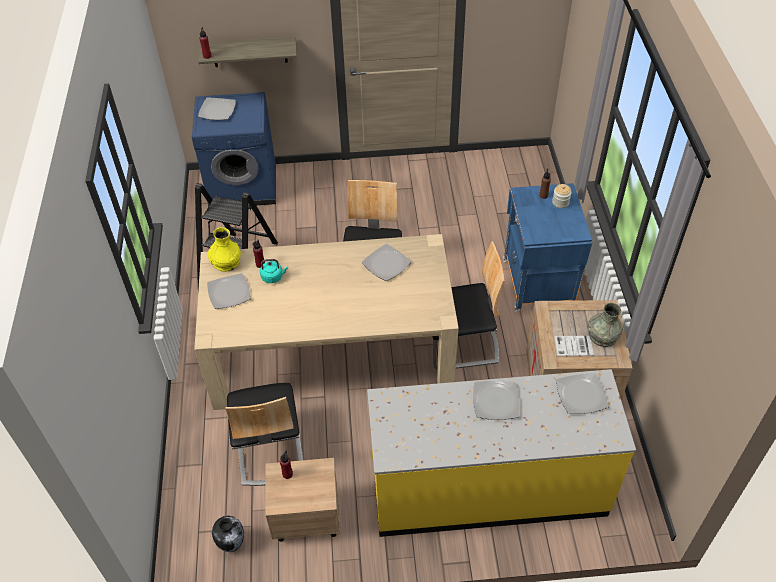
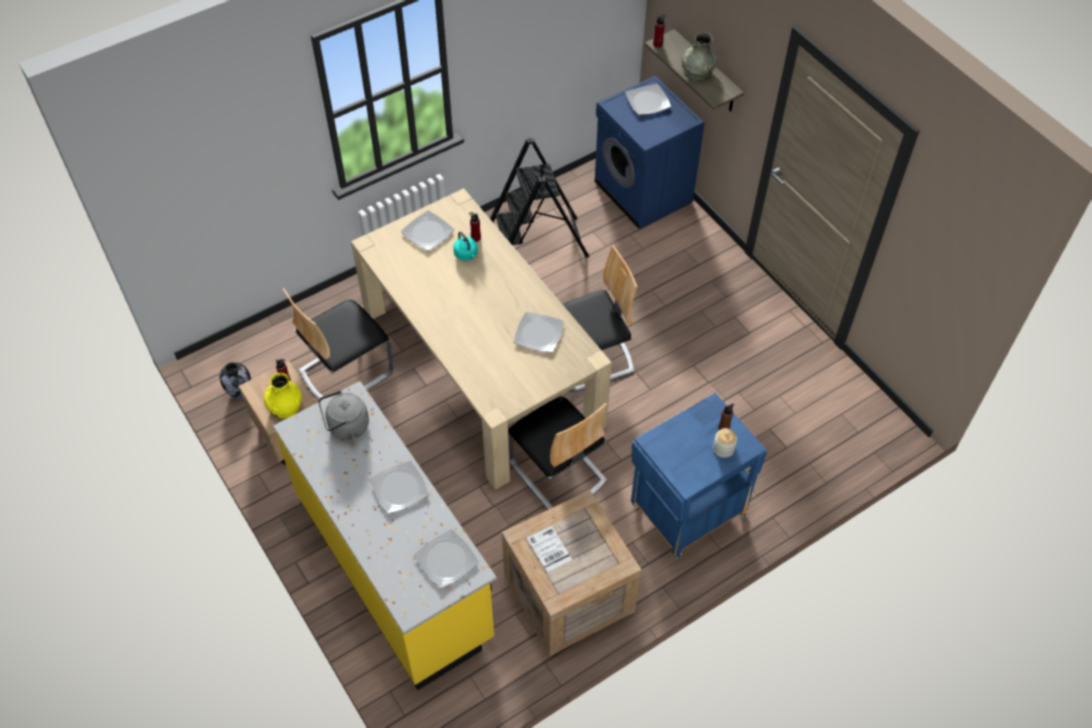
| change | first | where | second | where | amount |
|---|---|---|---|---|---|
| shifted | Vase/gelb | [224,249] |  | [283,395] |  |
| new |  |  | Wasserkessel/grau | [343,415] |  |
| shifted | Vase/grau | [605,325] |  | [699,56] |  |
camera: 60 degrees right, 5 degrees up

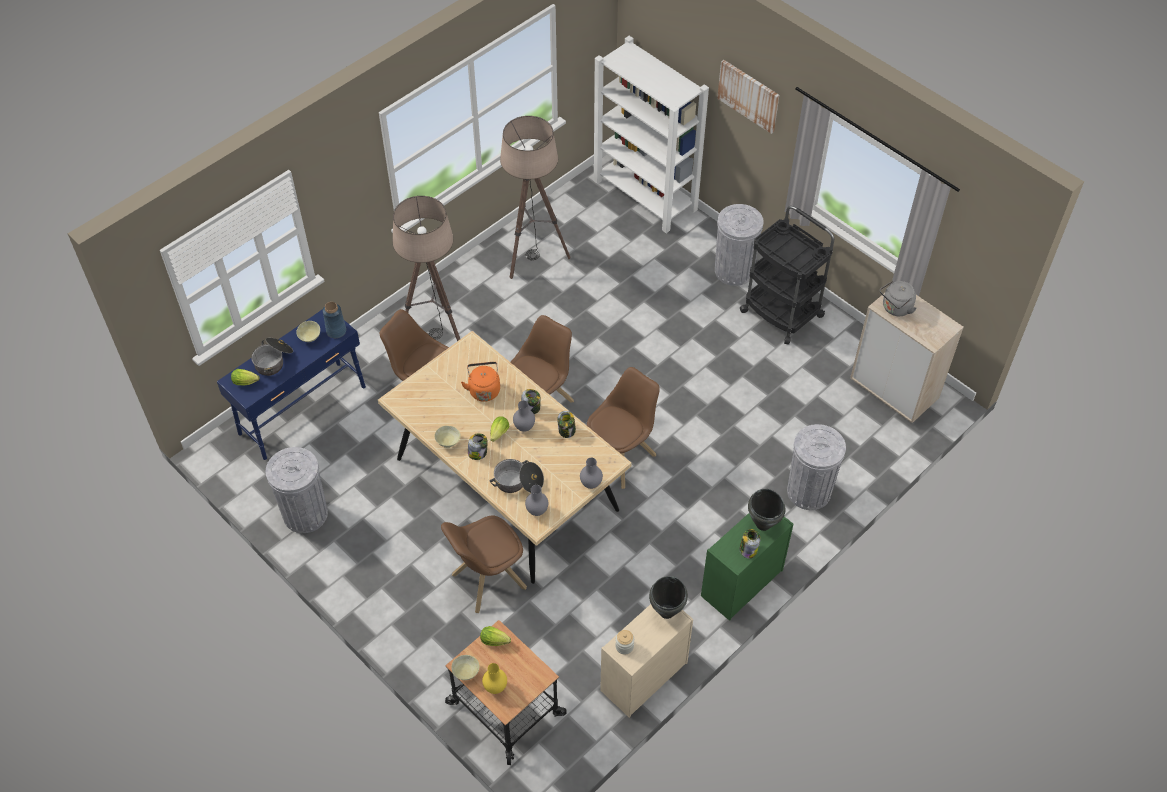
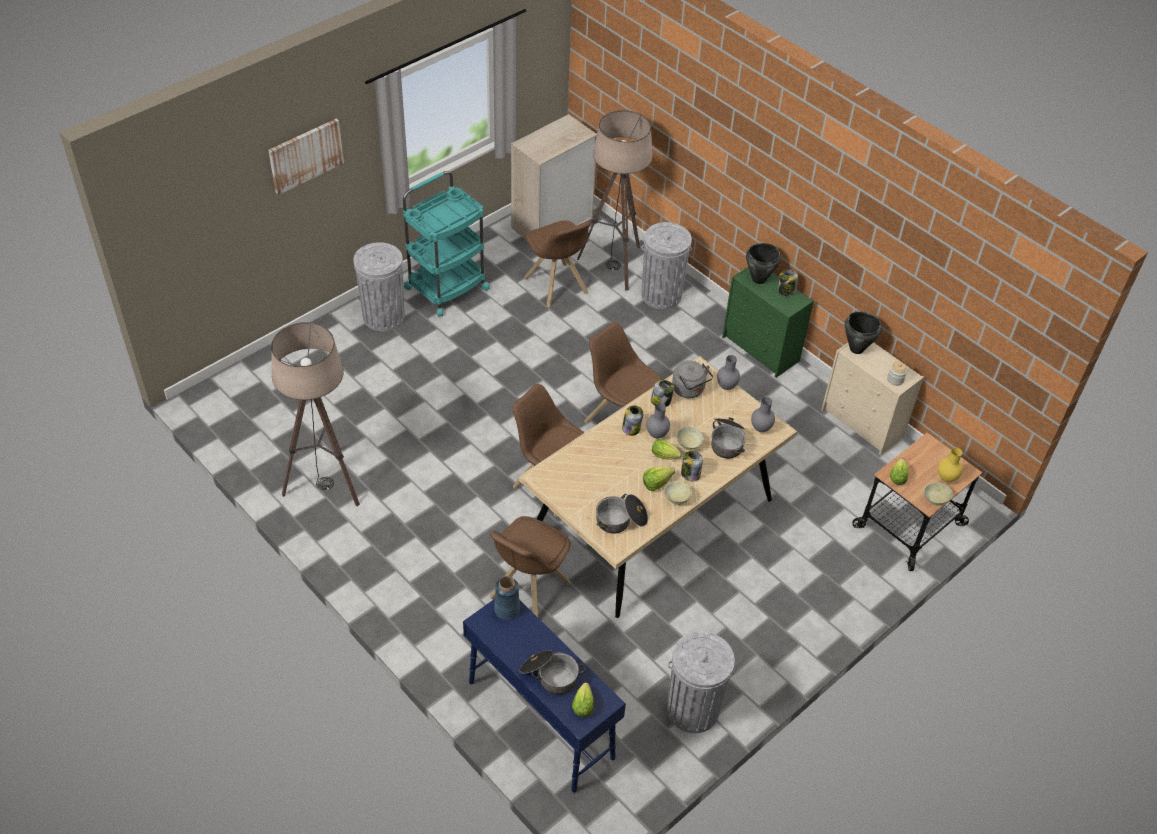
| change | first | where | second | where | amount |
|---|---|---|---|---|---|
| repainted | Rollwagen/schwarz | [787,275] | Rollwagen/türkis | [446,244] |  |
| shifted | Stuhl/braun | [484,564] |  | [556,264] |  |
| shifted | Stehlampe | [426,268] |  | [615,200] |  |
| new |  |  | Kochtopf | [622,514] |  |
| new |  |  | Salatkopf | [659,478] |  |
| shifted | Wasserkessel/grau | [898,298] |  | [692,379] |  |
| shifted | Schüssel/beige | [308,331] |  | [690,438] |  |
| gone | Wasserkessel/orange | [480,382] |  |  |  |
| gone | Bücherregal/weiß | [651,134] |  |  |  |
camera: 90 degrees left, 5 degrees down

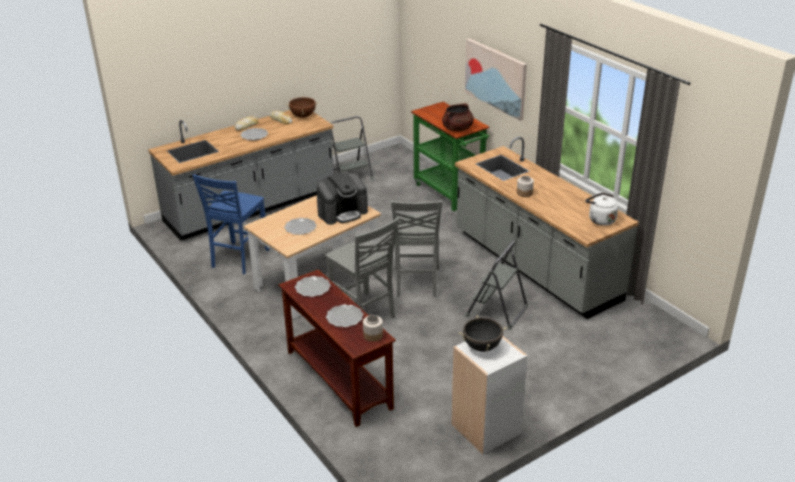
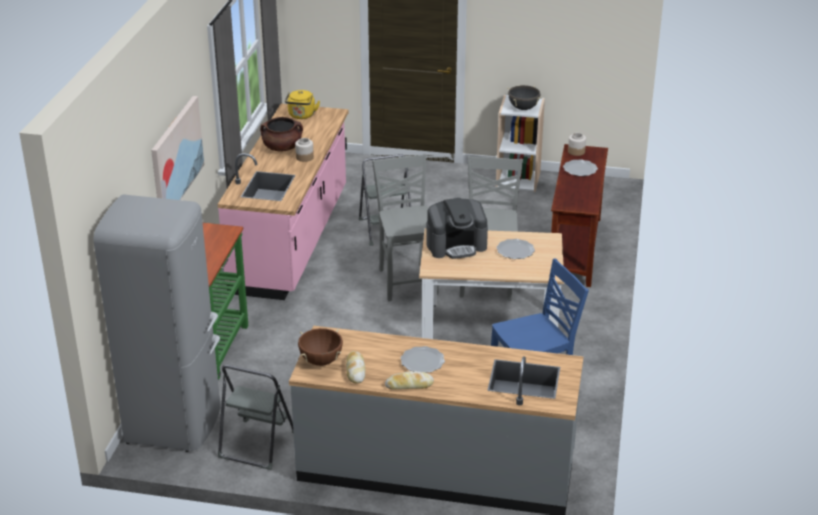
| change | first | where | second | where | amount |
|---|---|---|---|---|---|
| new |  |  | Kühlschrank/grau | [157,323] |  |
| repainted | Küchenzeile/grau | [547,228] | Küchenzeile/rosa | [283,202] |  |
| shifted | Kochtopf/braun | [458,117] |  | [281,134] |  |
| repainted | Wasserkessel/weiß | [601,209] | Wasserkessel/gelb | [302,104] |  |
| rotated | Stuhl/grau | [416,248] |  | [405,227] | 60 degrees counterclockwise |
| rotated | Kaffeemaschine | [342,199] |  | [457,228] | 150 degrees clockwise |
| gone | Teller | [313,286] |  |  |  |
camera: 135 degrees left, 0 degrees up

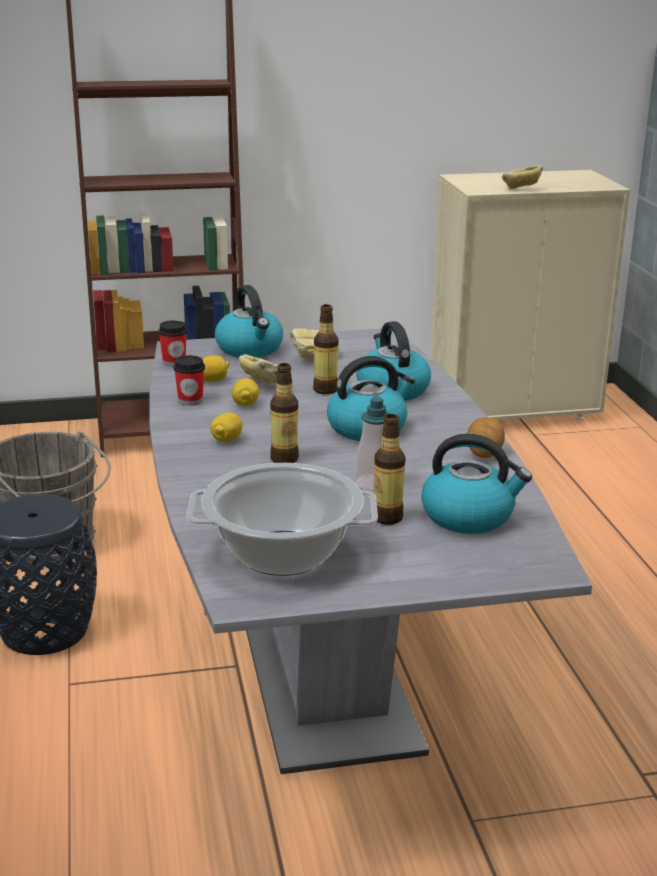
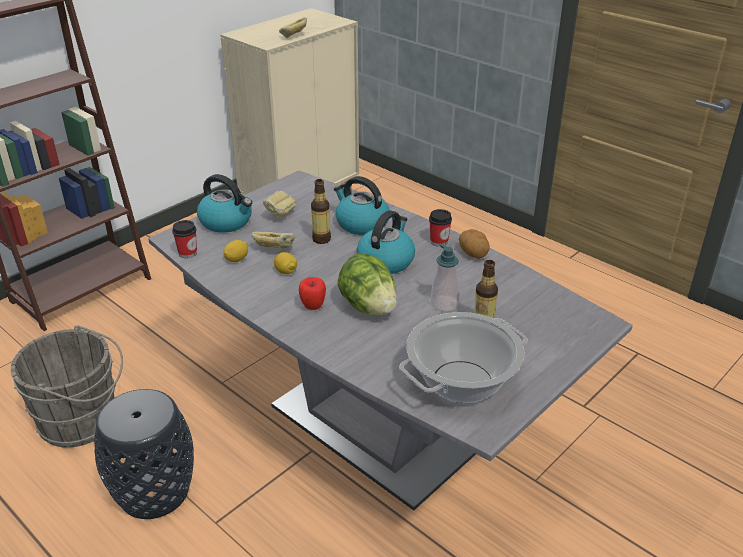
| change | first | where | second | where | amount |
|---|---|---|---|---|---|
| swapped | Zitrone | [226,427] | Apfel | [312,293] |  |
| swapped | Flasche | [284,413] | Salatkopf | [367,284] |  |
| shifted | Tasse | [189,380] |  | [440,228] |  |
| gone | Wasserkessel | [476,484] |  |  |  |
camera: 35 degrees left, 10 degrees up

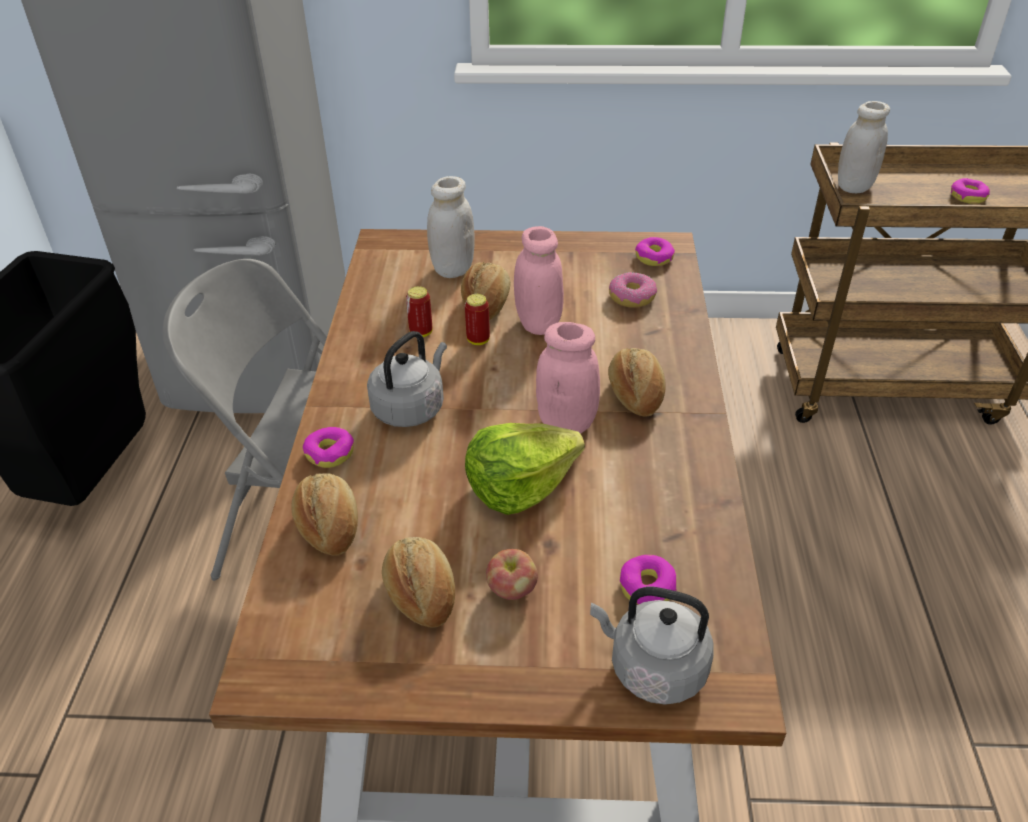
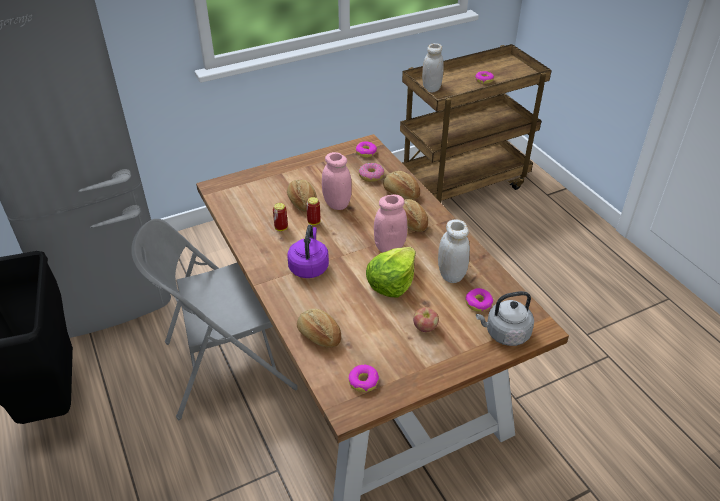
| change | first | where | second | where | amount |
|---|---|---|---|---|---|
| repainted | Wasserkessel/grau | [407,379] | Wasserkessel/lila | [308,251] |  |
| shifted | Donut | [328,447] |  | [364,378] |  |
| shifted | Brot | [418,582] |  | [401,185] |  |
| shifted | Vorratsglas/weiß | [451,227] |  | [454,251] |  |
camera: 30 degrees left, 0 degrees up

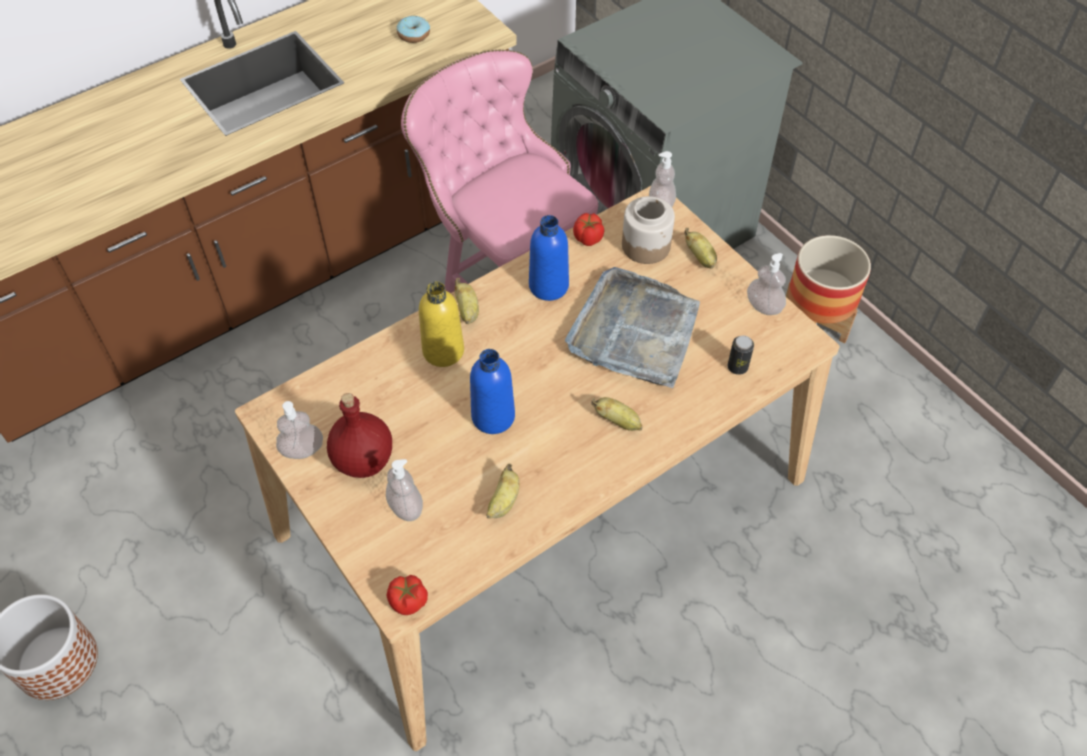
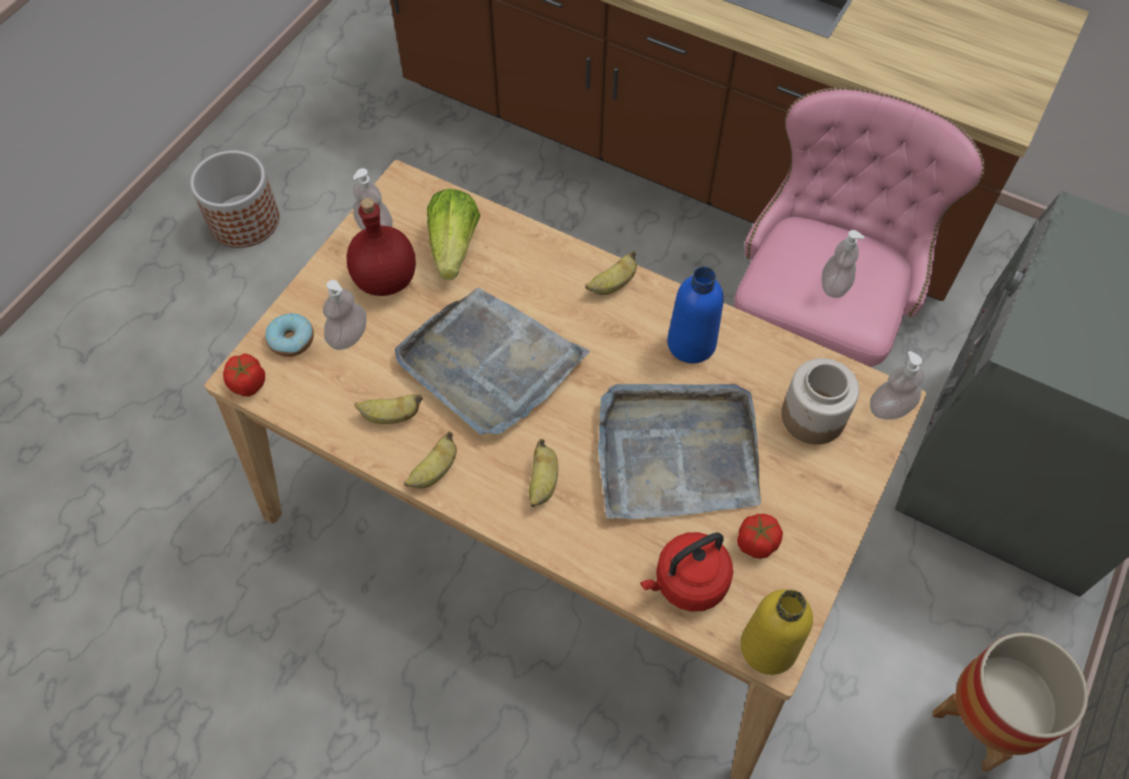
| change | first | where | second | where | amount |
|---|---|---|---|---|---|
| shifted | Donut | [413,29] |  | [289,335] |  |
| swapped | Flasche/blau | [492,391] | Tablett/grau | [492,361] |  |
| shifted | Banane | [700,248] |  | [430,460] |  |
| new |  |  | Salatkopf | [454,234] |  |
| swapped | Dose | [741,355] | Wasserkessel/rot | [686,572] |  |
| shifted | Tomate | [588,229] |  | [760,536] |  |
| shifted | Flasche/gelb | [441,324] |  | [776,632] |  |
| shifted | Seifenspender | [766,284] |  | [843,264] |  |
camera: 65 degrees right, 5 degrees up

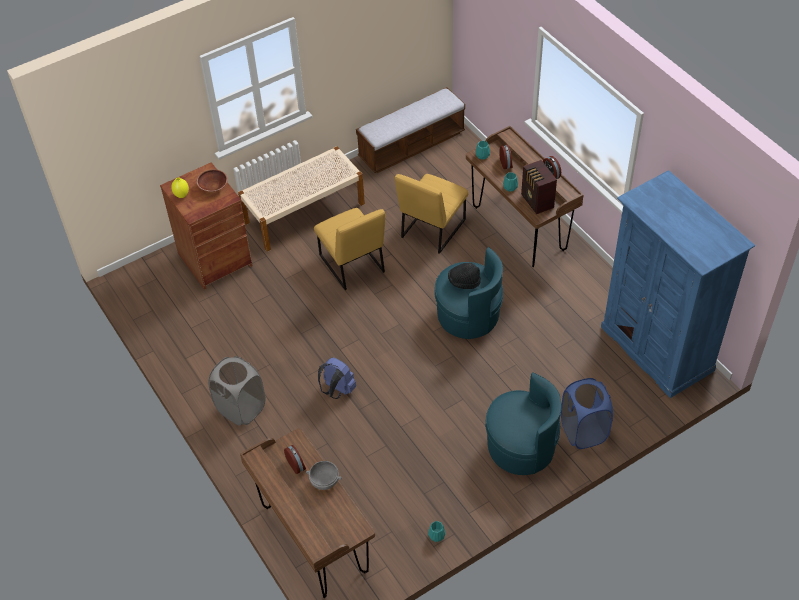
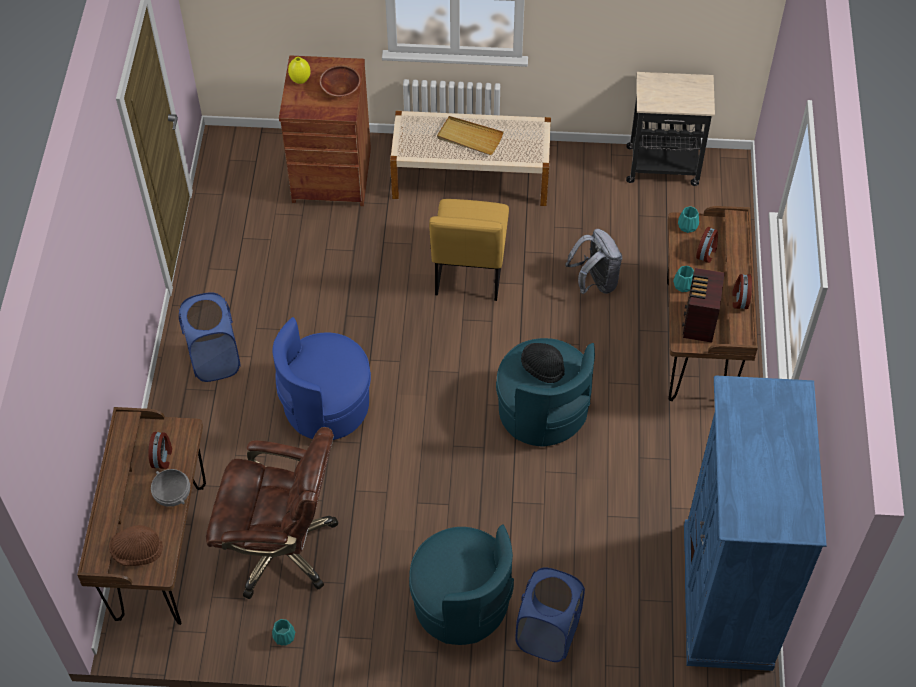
| change | first | where | second | where | amount |
|---|---|---|---|---|---|
| new |  |  | Hut/braun | [136,545] |  |
| repainted | Wäschekorb/grau | [236,391] | Wäschekorb/blau | [210,337] |  |
| new |  |  | Bürostuhl/braun | [272,513] |  |
| swapped | Rucksack/blau | [337,378] | Sessel/blau | [321,378] |  |
| new |  |  | Tablett/beige | [470,135] |  |
| swapped | Stuhl/gelb | [431,214] | Rucksack/grau | [594,261] |  |
| swapped | Bank | [410,130] | Rollwagen | [670,129] |  |
camera: 35 degrees right, 5 degrees up

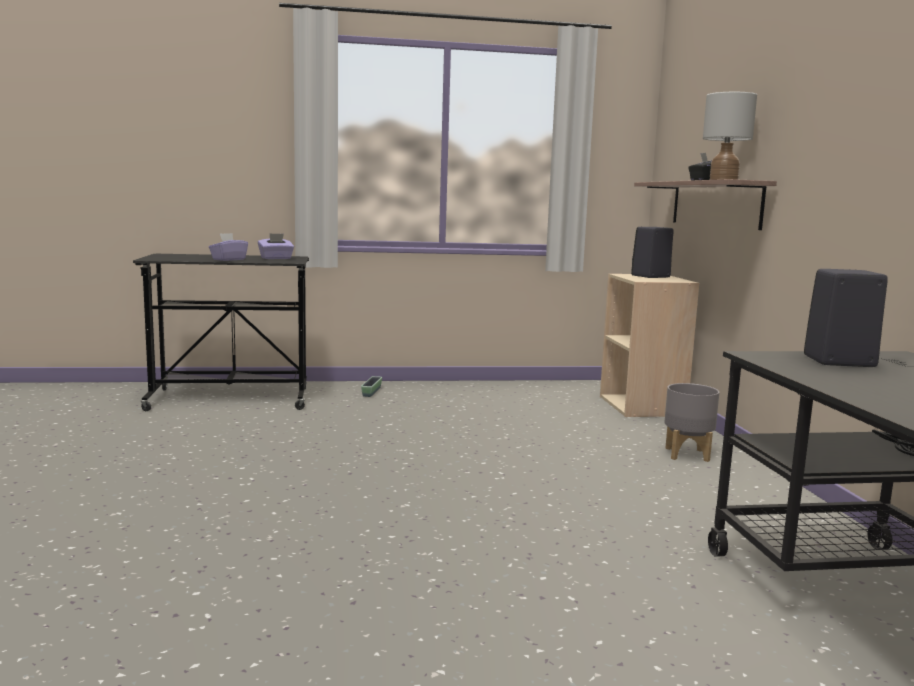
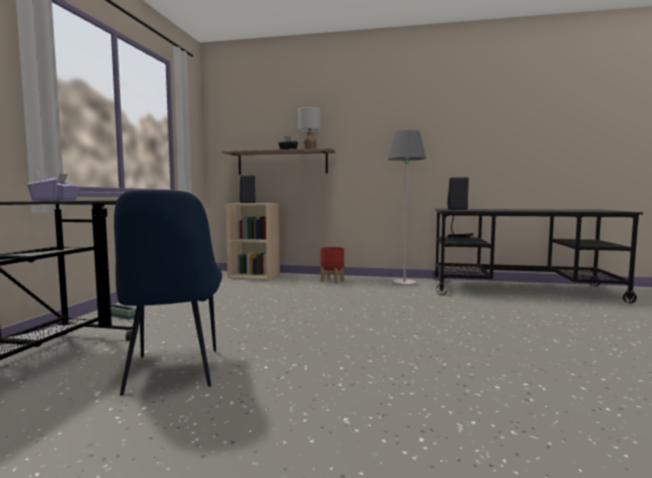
| change | first | where | second | where | amount |
|---|---|---|---|---|---|
| new |  |  | Stuhl/blau | [168,293] |  |
| repainted | Pflanzkübel/grau | [692,422] | Pflanzkübel/rot | [332,265] |  |
| new |  |  | Stehlampe/grau | [407,208] |  |
camera: 70 degrees left, 5 degrees down

